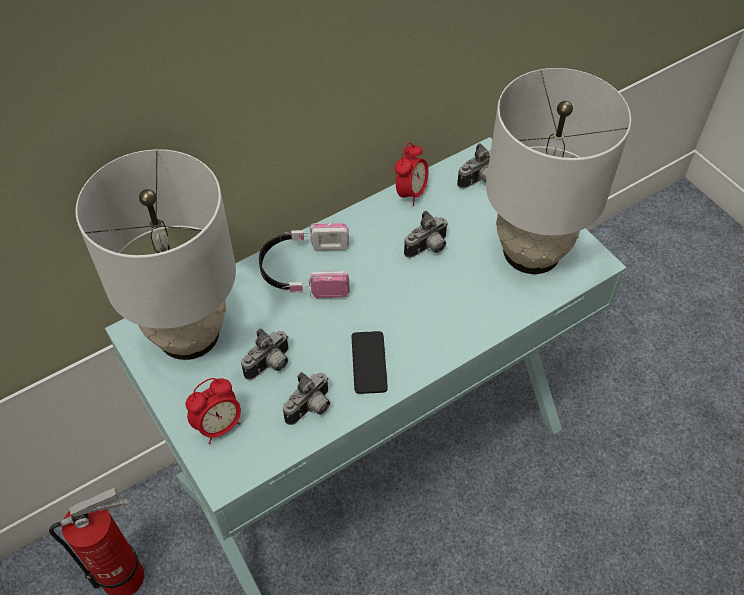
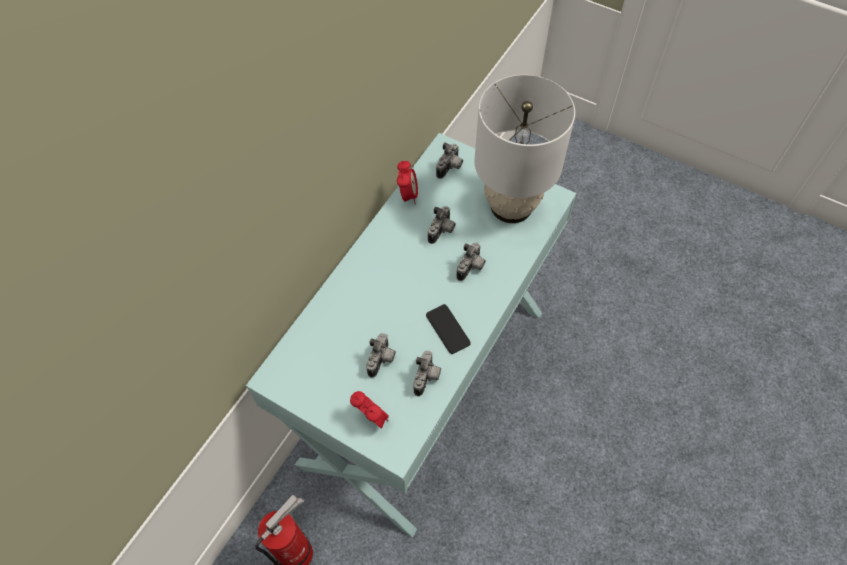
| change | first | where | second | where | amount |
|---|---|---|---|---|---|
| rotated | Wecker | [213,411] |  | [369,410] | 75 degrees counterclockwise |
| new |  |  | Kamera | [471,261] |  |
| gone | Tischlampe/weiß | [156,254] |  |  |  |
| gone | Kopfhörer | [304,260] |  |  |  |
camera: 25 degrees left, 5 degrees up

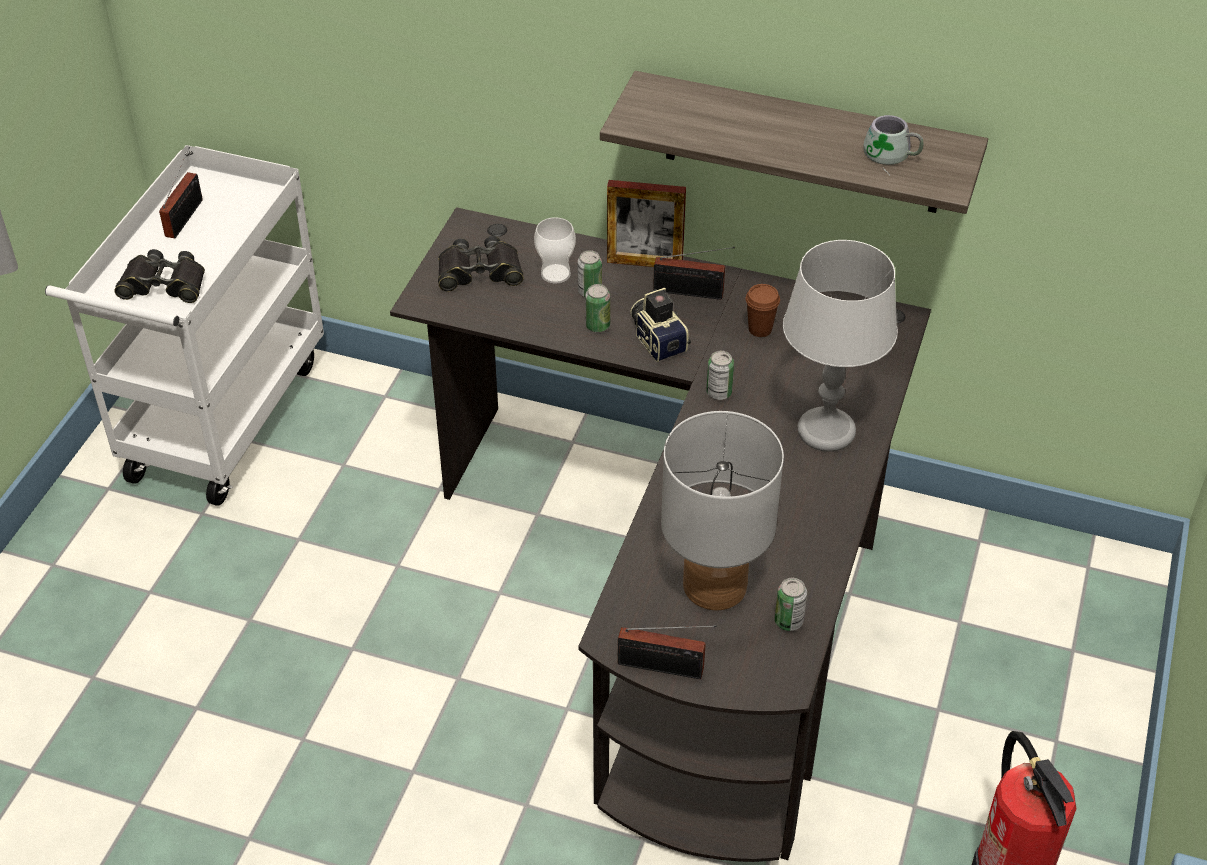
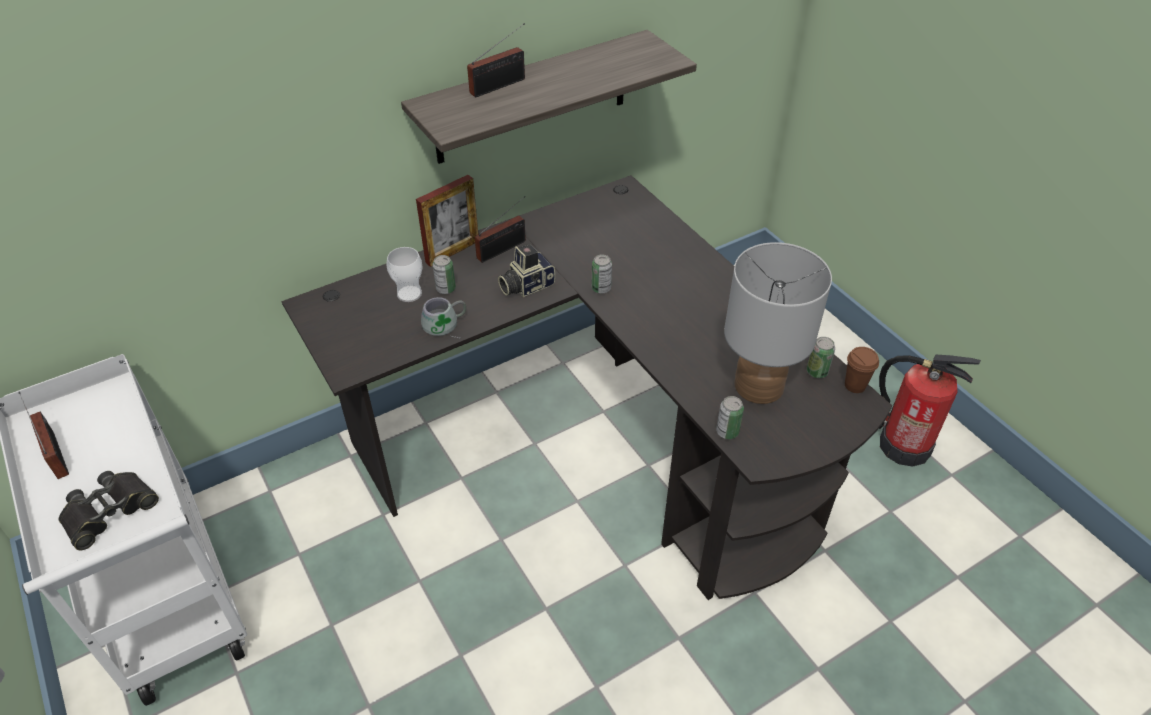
| change | first | where | second | where | amount |
|---|---|---|---|---|---|
| shifted | Henkelbecher/grau | [893,145] |  | [443,317] |  |
| shifted | Radio | [667,652] |  | [496,60] |  |
| rotated | Kamera | [660,325] |  | [526,270] | 45 degrees counterclockwise |
| shifted | Dose | [597,308] |  | [730,417] |  |
| shifted | Tasse/braun | [763,310] |  | [862,370] |  |
| gone | Fernglas/schwarz | [481,264] |  |  |  |
| gone | Tischlampe/grau | [840,346] |  |  |  |
camera: 50 degrees left, 0 degrees up

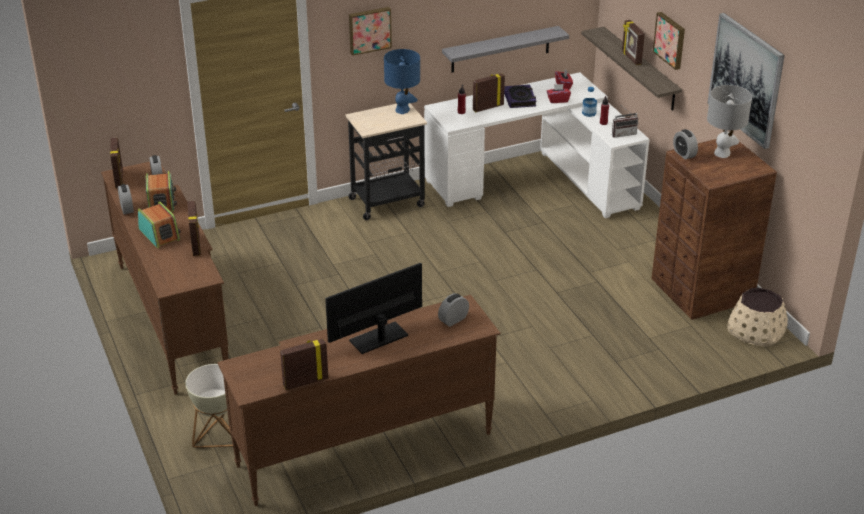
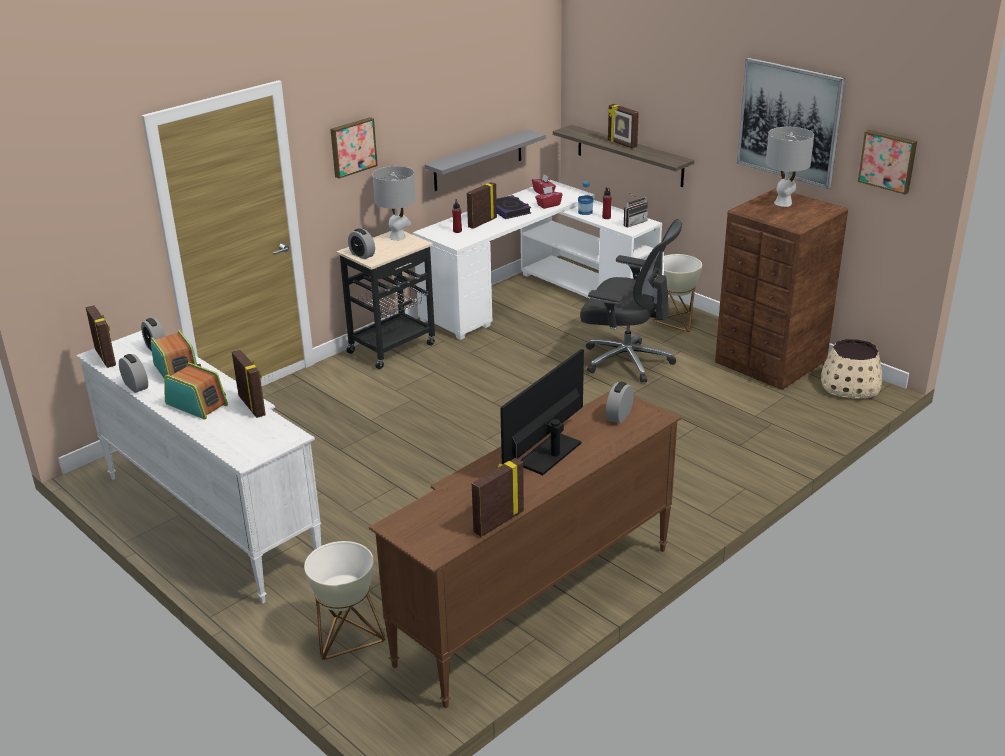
| change | first | where | second | where | amount |
|---|---|---|---|---|---|
| repainted | Schrank/braun | [165,278] | Schrank/weiß | [198,467] |  |
| shifted | Wecker | [685,144] |  | [361,243] |  |
| repainted | Tischlampe/blau | [402,81] | Tischlampe/grau | [394,203] |  |
| new |  |  | Bürostuhl | [631,301] |  |
| new |  |  | Pflanzkübel | [677,293] |  |
| shifted | Bild | [669,41] |  | [887,162] |  |
camera: 20 degrees left, 5 degrees down

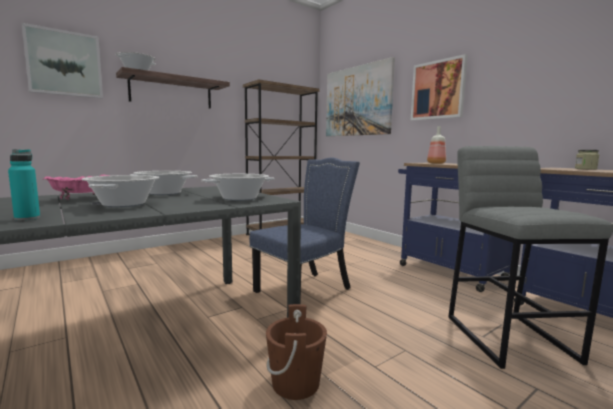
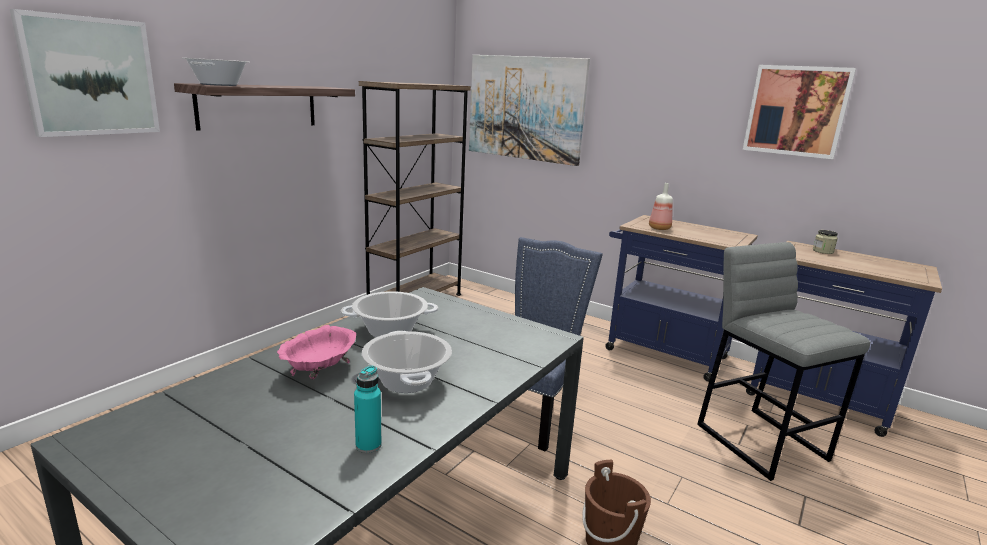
| change | first | where | second | where | amount |
|---|---|---|---|---|---|
| shifted | Bild | [439,87] |  | [799,112] |  |
| gone | Kochtopf | [237,187] |  |  |  |
camera: 20 degrees left, 10 degrees up

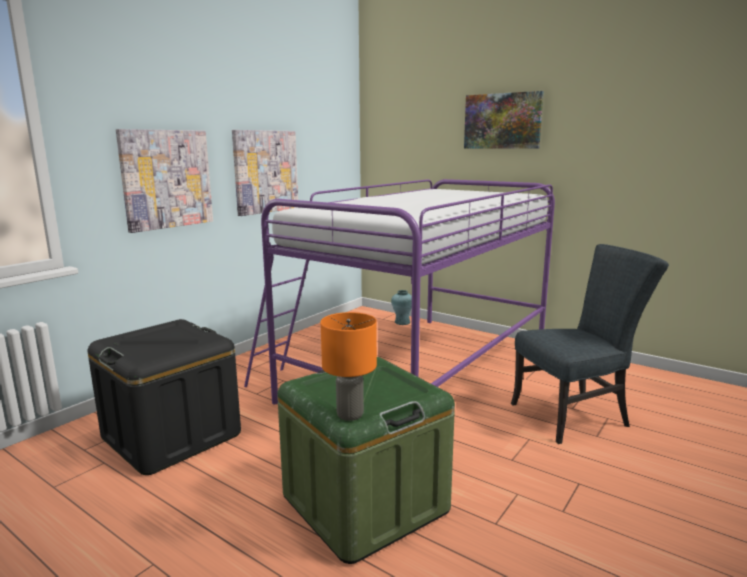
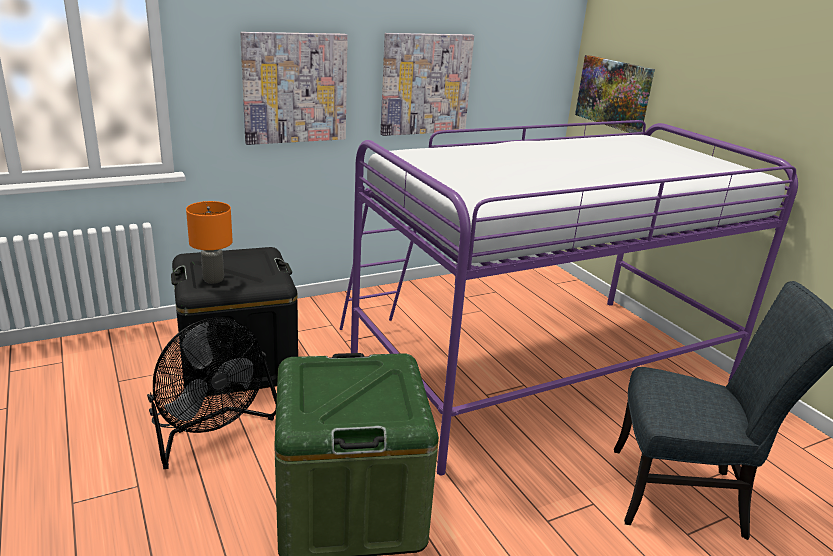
| change | first | where | second | where | amount |
|---|---|---|---|---|---|
| new |  |  | Ventilator/schwarz | [212,393] |  |
| shifted | Tischlampe/orange | [349,366] |  | [209,242] |  |
| shifted | Bild | [504,120] |  | [615,94] |  |
| gone | Vase/türkis | [401,307] |  |  |  |
camera: 25 degrees right, 10 degrees up

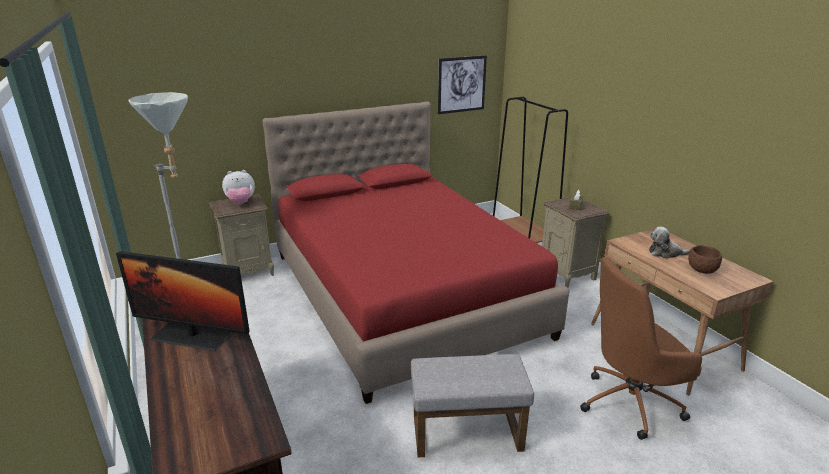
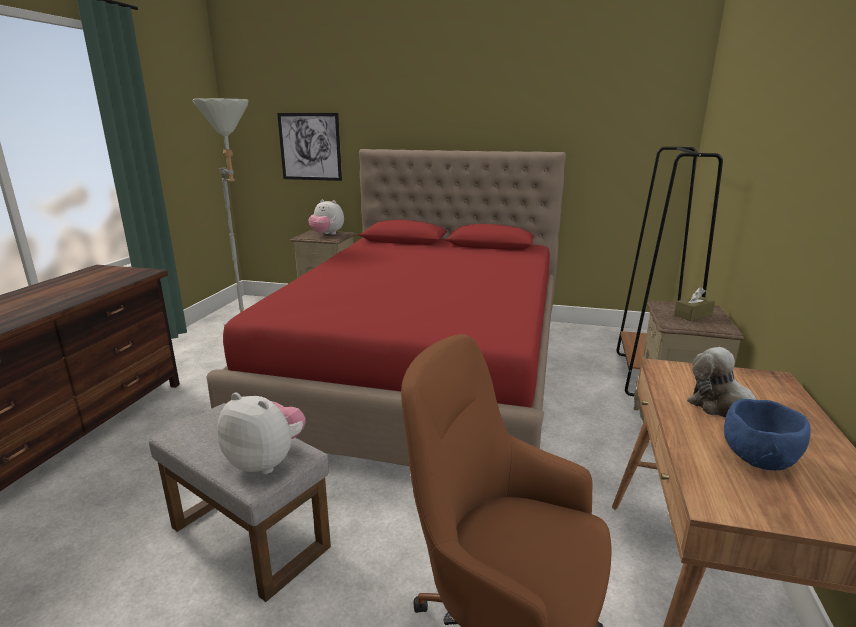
| change | first | where | second | where | amount |
|---|---|---|---|---|---|
| new |  |  | Plüschtier | [261,433] |  |
| shifted | Bild | [462,84] |  | [309,147] |  |
| repainted | Schüssel/braun | [705,259] | Schüssel/blau | [767,434] |  |
| gone | Monitor | [183,301] |  |  |  |
camera: 40 degrees right, 5 degrees down

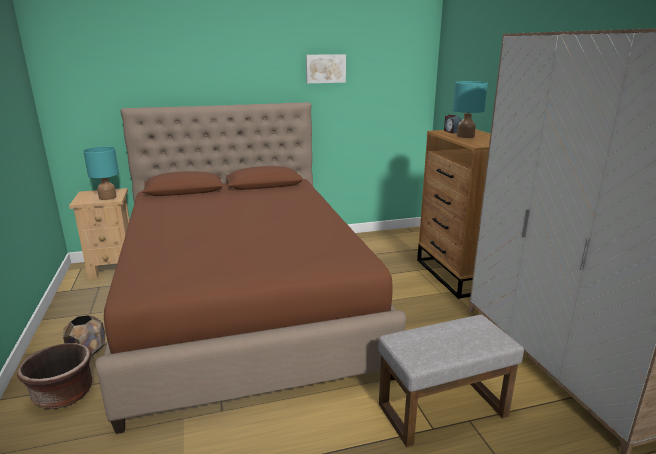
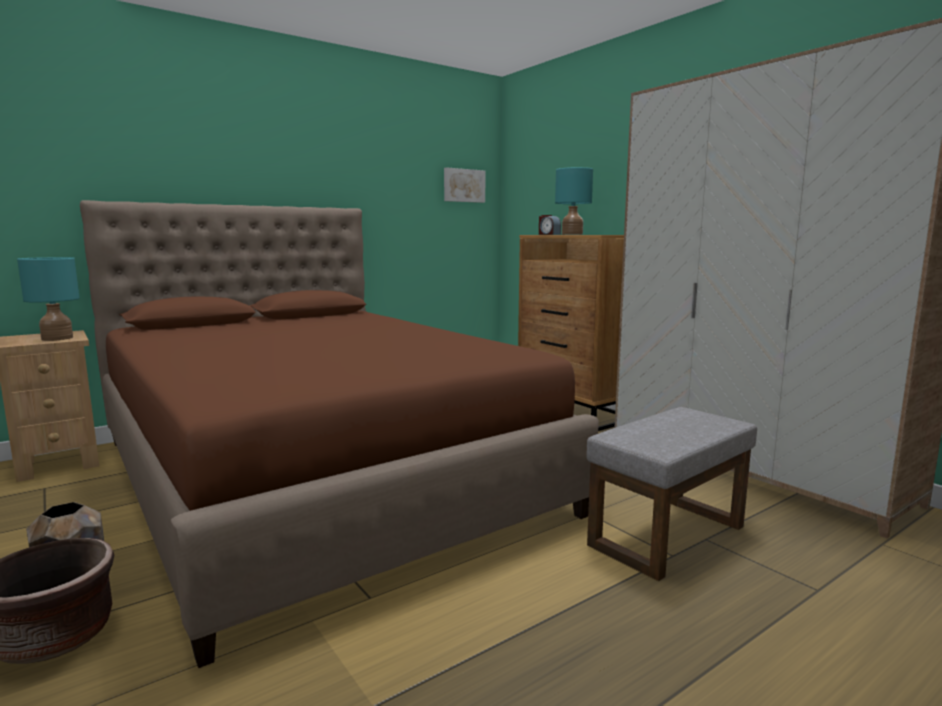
| change | first | where | second | where | amount |
|---|---|---|---|---|---|
| shifted | Bild | [326,68] |  | [464,185] |  |
camera: 20 degrees left, 10 degrees down

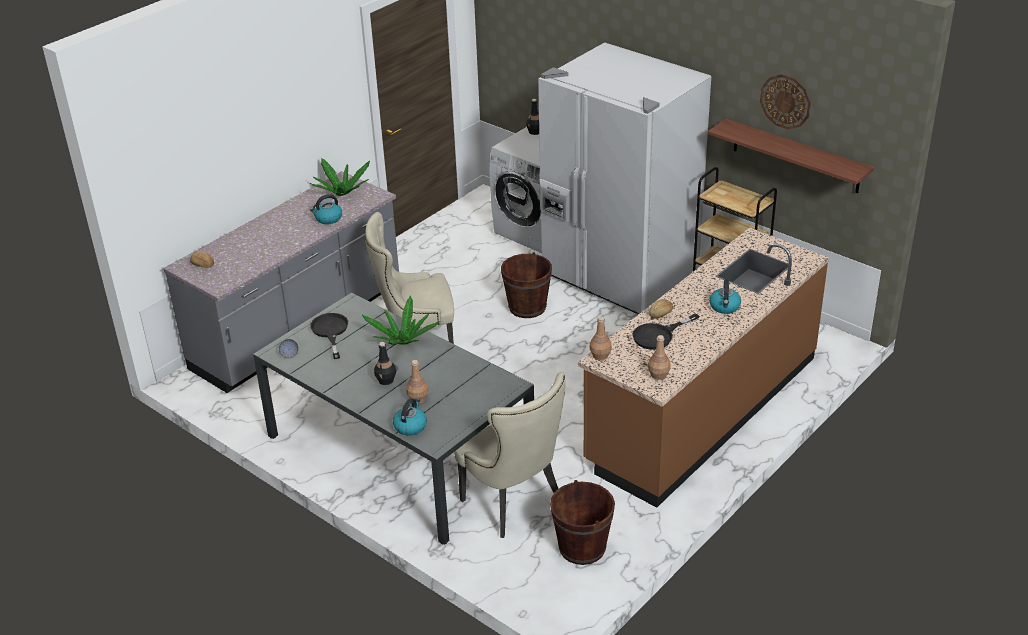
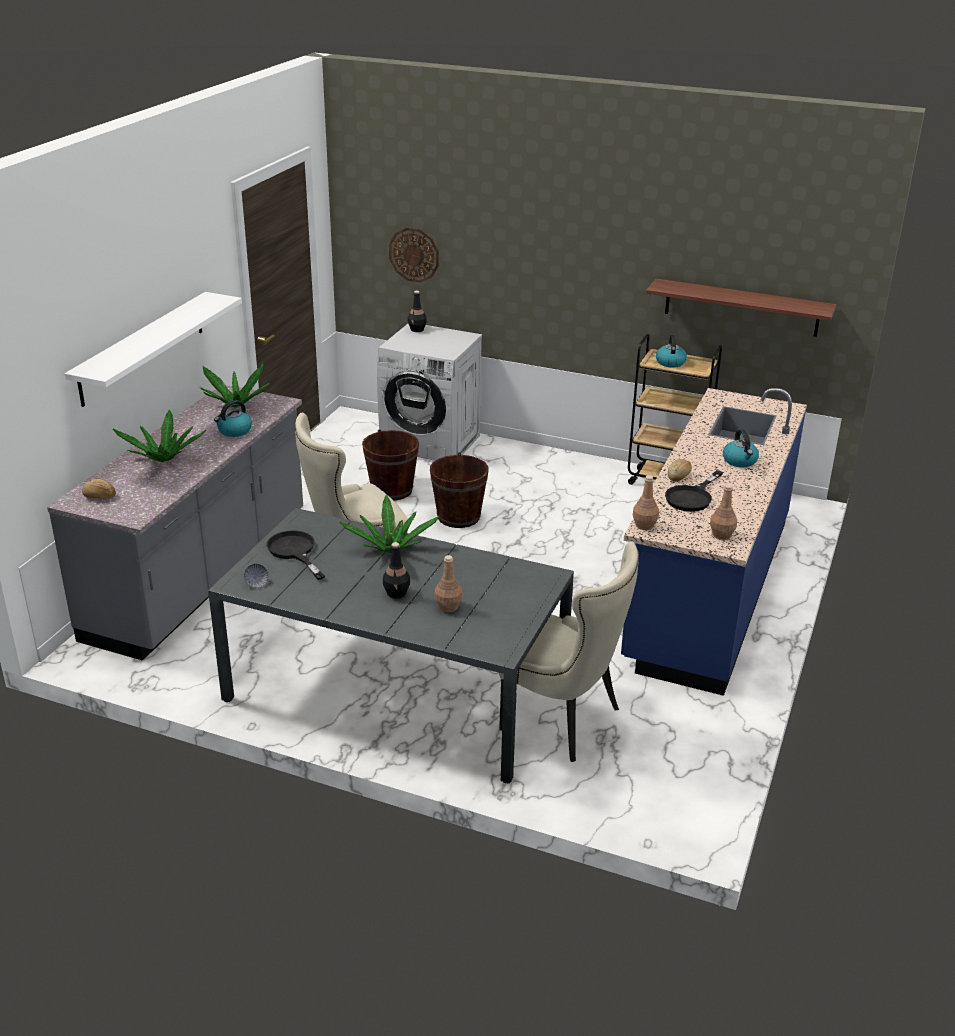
| change | first | where | second | where | amount |
|---|---|---|---|---|---|
| new |  |  | Wandregal/weiß | [153,349] |  |
| new |  |  | Topfpflanze | [159,435] |  |
| shifted | Eimer/braun | [582,522] |  | [390,465] |  |
| shifted | Wanduhr | [785,102] |  | [414,255] |  |
| repainted | Küchenzeile/braun | [703,368] | Küchenzeile/blau | [714,542] |  |
| shifted | Wasserkessel | [410,417] |  | [671,351] |  |
| gone | Kühlschrank/weiß | [624,179] |  |  |  |
camera: 20 degrees left, 5 degrees down

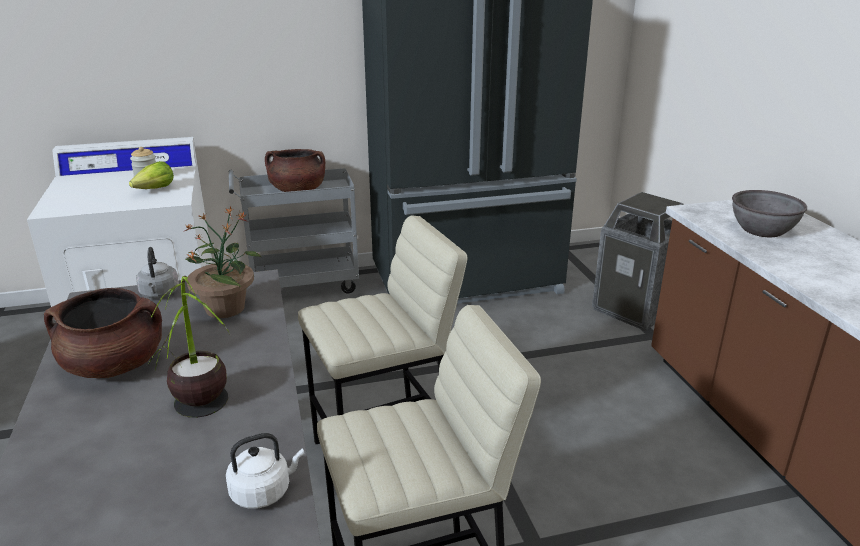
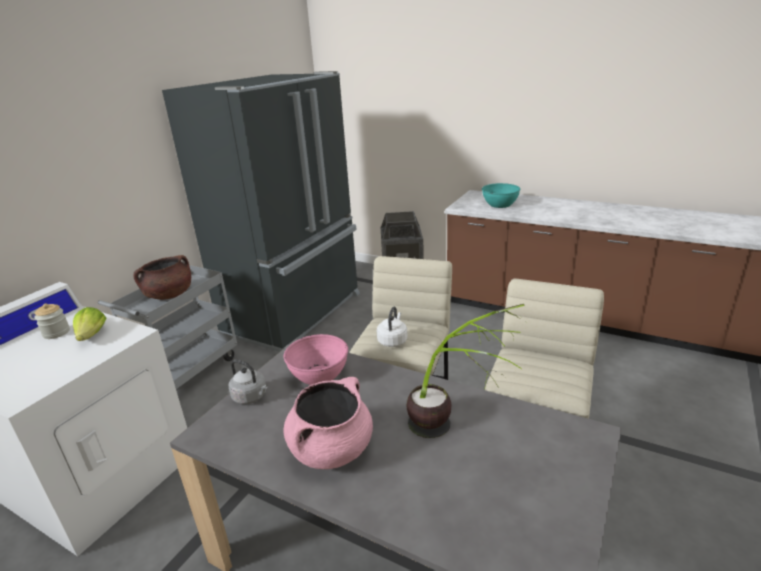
| change | first | where | second | where | amount |
|---|---|---|---|---|---|
| repainted | Kochtopf/braun | [103,333] | Kochtopf/rosa | [328,423] |  |
| swapped | Topfpflanze | [223,262] | Schüssel/rosa | [316,359] |  |
| shifted | Wasserkessel/weiß | [265,471] |  | [392,327] |  |
| repainted | Schüssel/grau | [769,213] | Schüssel/türkis | [501,195] |  |
camera: 45 degrees left, 0 degrees up

